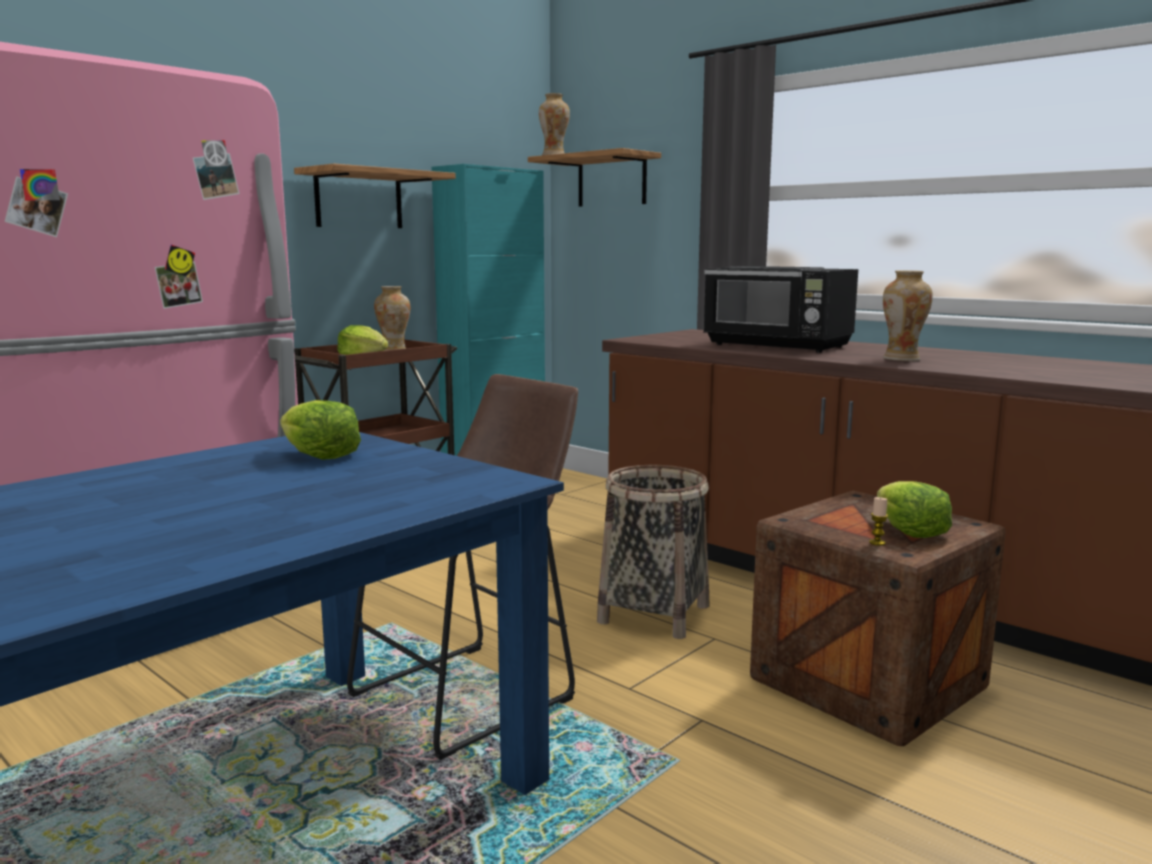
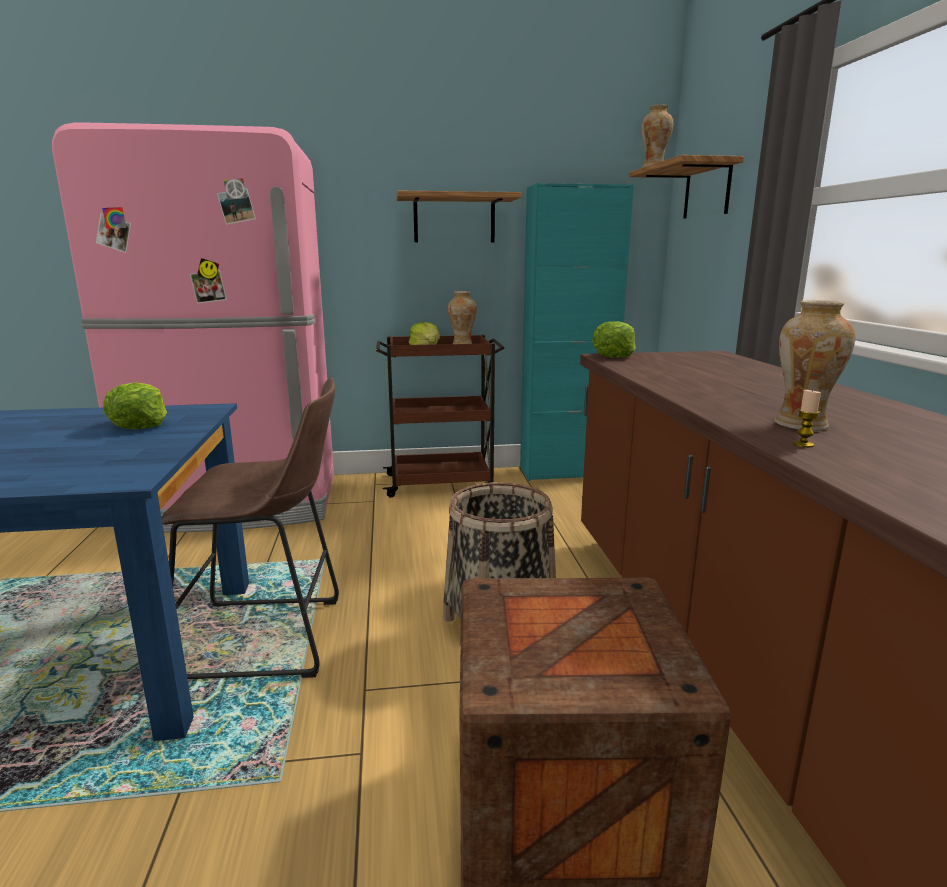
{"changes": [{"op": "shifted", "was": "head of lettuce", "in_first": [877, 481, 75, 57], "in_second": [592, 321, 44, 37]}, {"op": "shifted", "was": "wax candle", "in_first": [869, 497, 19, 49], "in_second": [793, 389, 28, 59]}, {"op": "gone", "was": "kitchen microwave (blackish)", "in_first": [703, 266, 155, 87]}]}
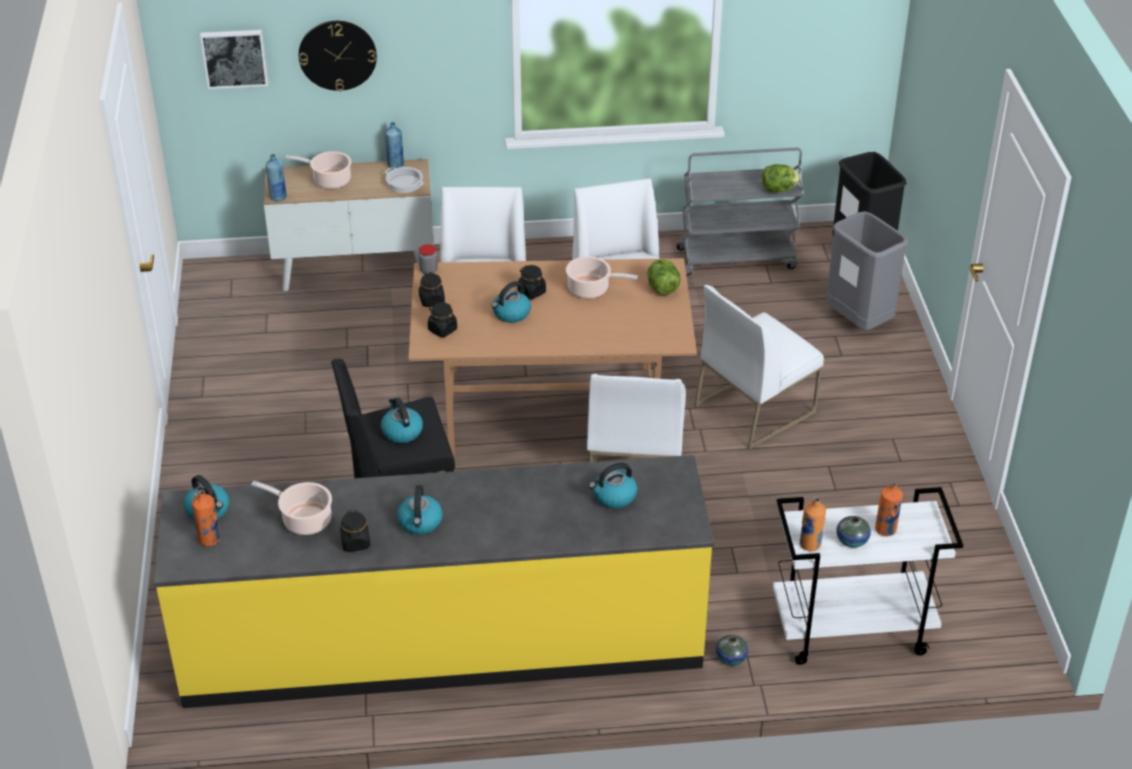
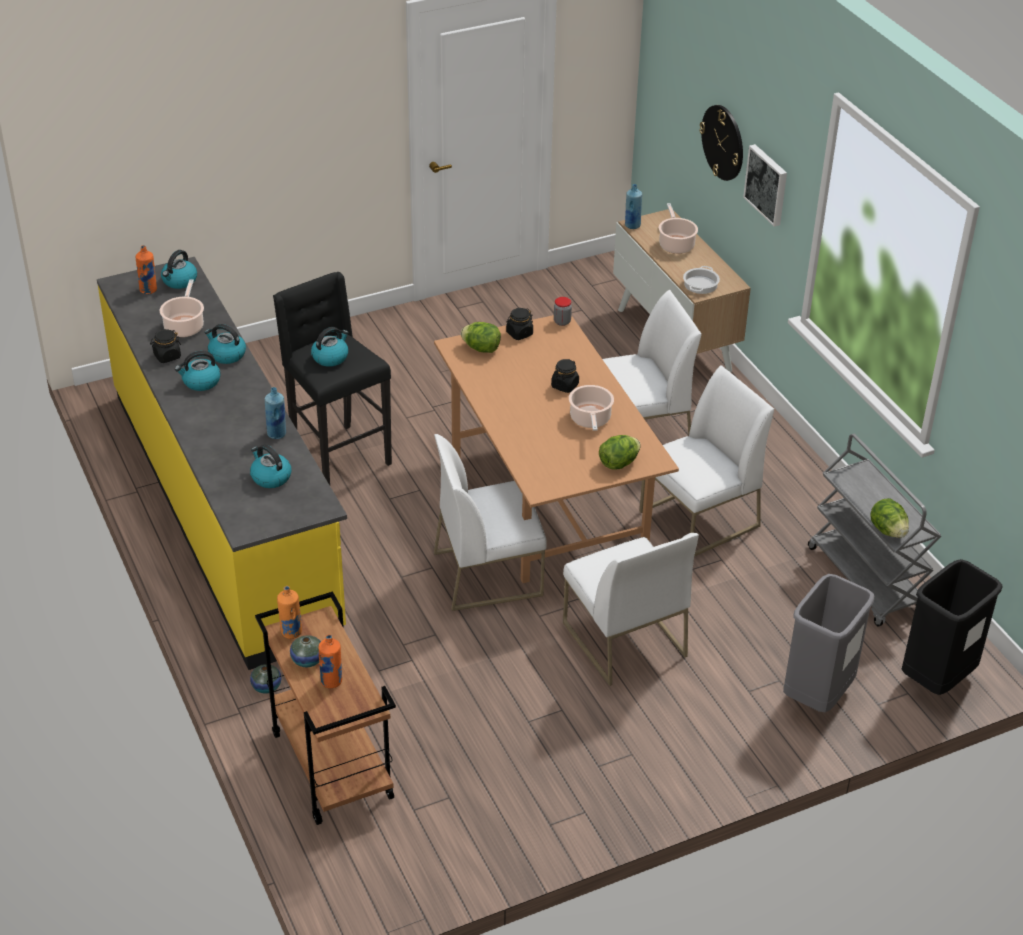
{"changes": [{"op": "shifted", "was": "tea kettle", "in_first": [492, 281, 39, 42], "in_second": [205, 324, 41, 40]}, {"op": "repainted", "was": "cart (white-coloured)", "now": "cart (brownish)", "in_first": [773, 487, 190, 178], "in_second": [255, 592, 141, 233]}, {"op": "shifted", "was": "beverage bottle (blue-coloured)", "in_first": [385, 122, 19, 47], "in_second": [265, 387, 21, 52]}, {"op": "swapped", "was": "storage jar (blackish)", "now": "head of lettuce", "in_first": [428, 302, 29, 35], "in_second": [461, 322, 40, 31]}, {"op": "rotated", "was": "upright chair (white-coloured)", "in_first": [694, 285, 130, 165], "in_second": [563, 533, 136, 153], "clockwise": -150}, {"op": "shifted", "was": "picture", "in_first": [200, 30, 68, 59], "in_second": [743, 144, 44, 83]}]}
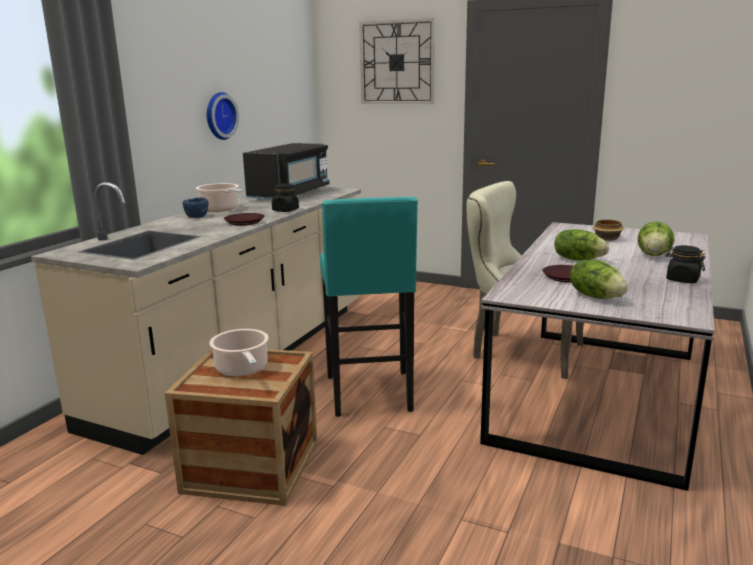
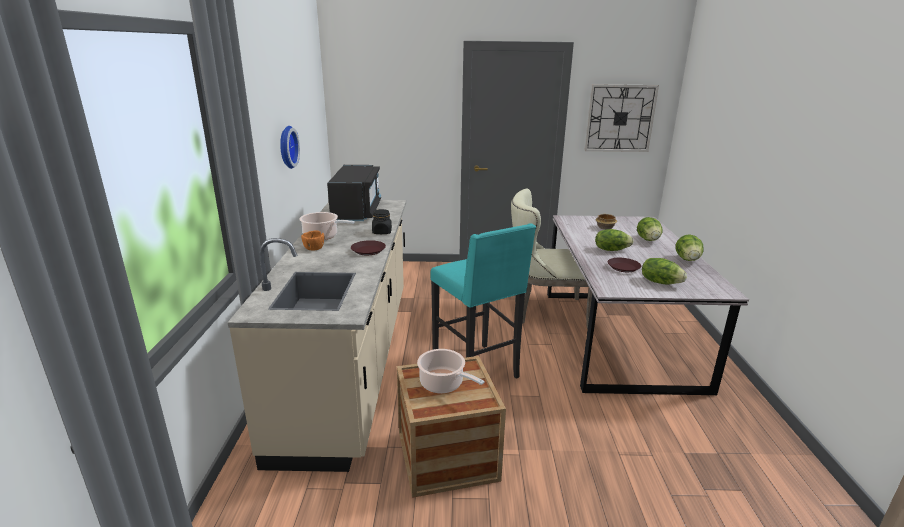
{"changes": [{"op": "repainted", "was": "serving bowl (blue-coloured)", "now": "serving bowl (orange)", "in_first": [183, 197, 26, 21], "in_second": [301, 231, 23, 19]}, {"op": "shifted", "was": "clock on the wall", "in_first": [359, 18, 76, 86], "in_second": [584, 84, 75, 68]}, {"op": "swapped", "was": "storage jar (blackish)", "now": "head of lettuce", "in_first": [665, 245, 40, 38], "in_second": [675, 234, 28, 27]}]}
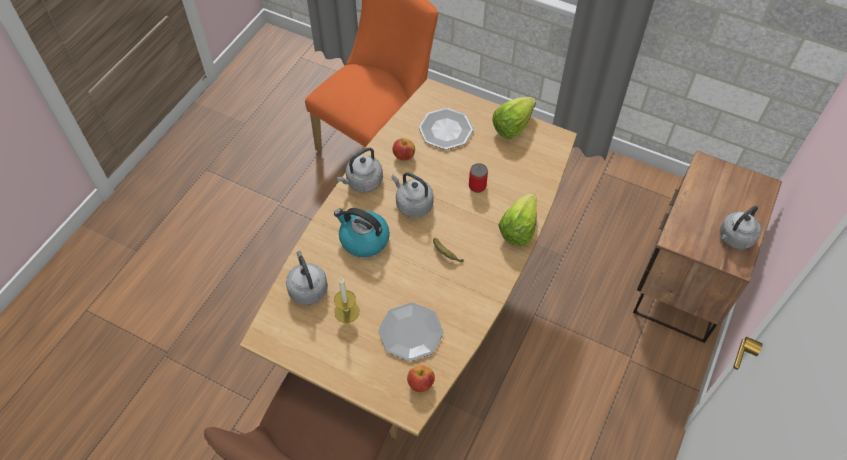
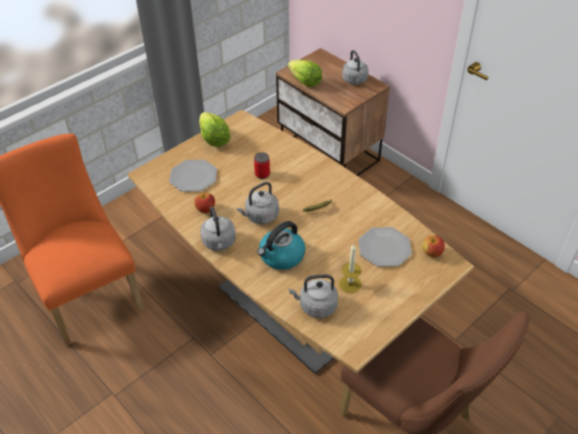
{"changes": [{"op": "shifted", "was": "head of lettuce", "in_first": [498, 193, 39, 53], "in_second": [288, 60, 34, 27]}]}
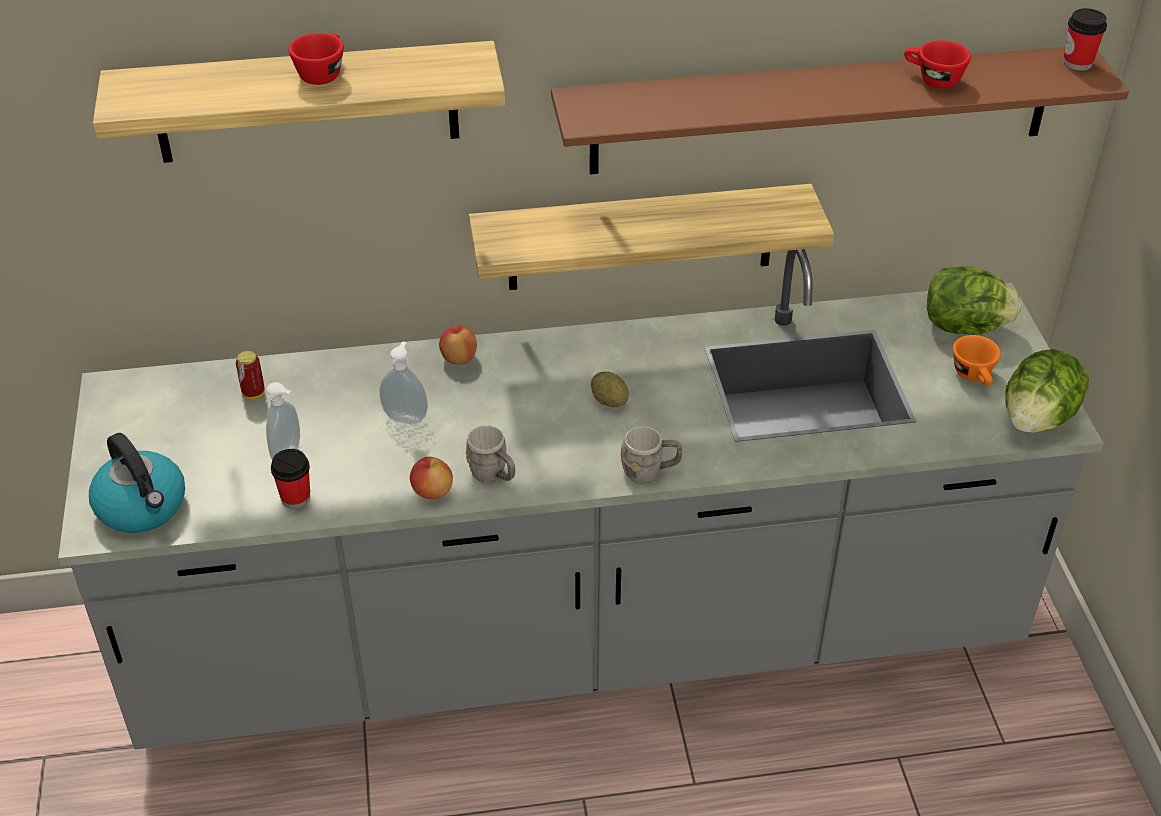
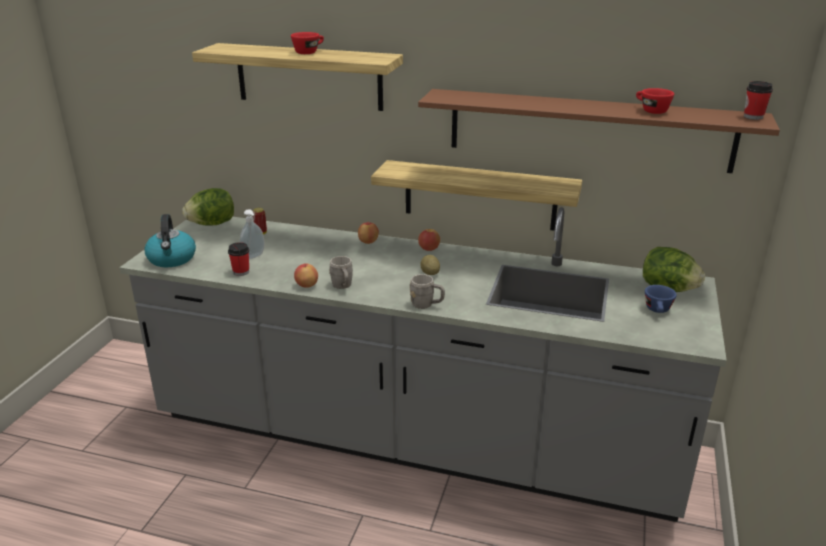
{"changes": [{"op": "shifted", "was": "head of lettuce", "in_first": [1006, 349, 83, 84], "in_second": [182, 188, 52, 38]}, {"op": "new", "now": "apple", "in_second": [418, 229, 22, 22]}, {"op": "repainted", "was": "drinking cup (orange)", "now": "drinking cup (blue-coloured)", "in_first": [953, 335, 48, 50], "in_second": [645, 285, 32, 28]}, {"op": "gone", "was": "soap dispenser", "in_first": [379, 342, 49, 82]}]}
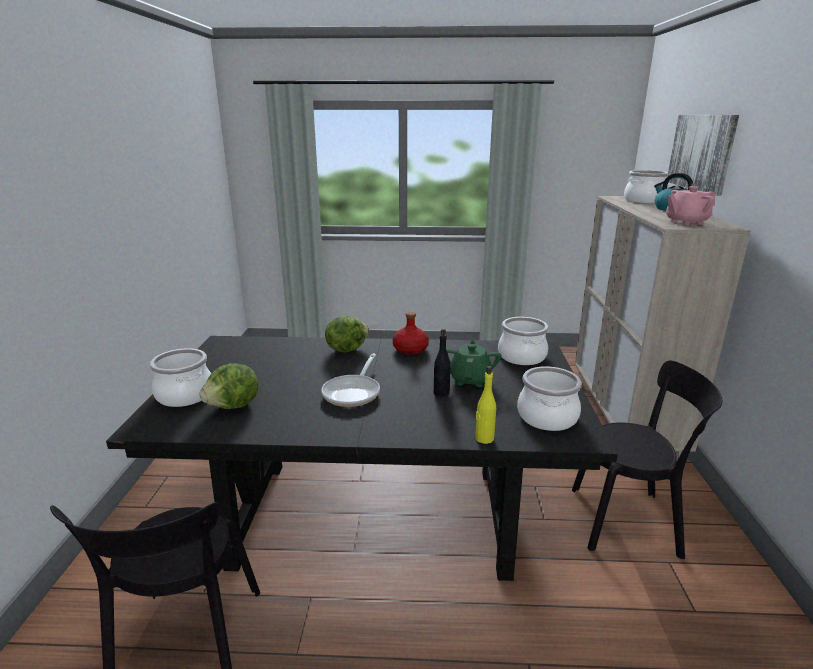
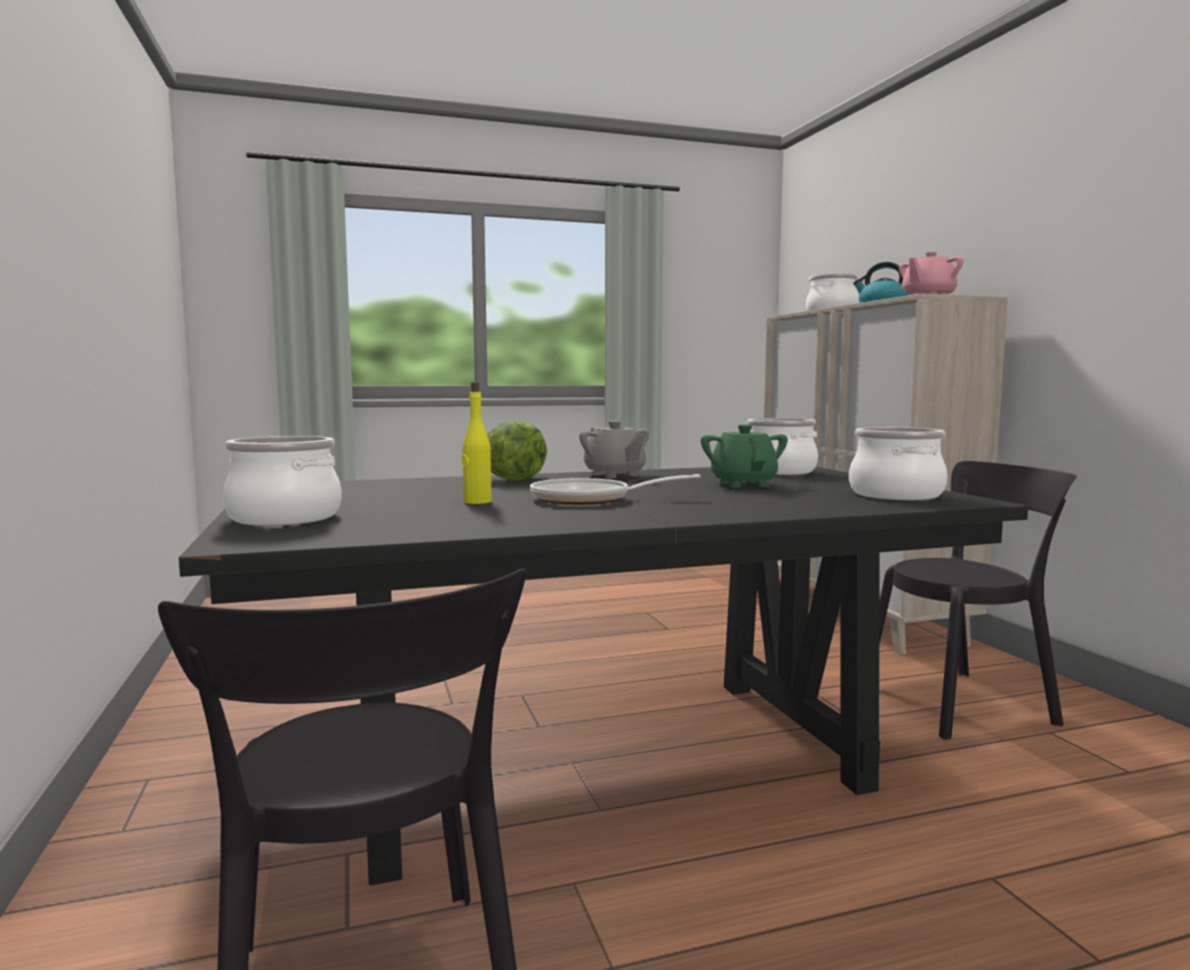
{"changes": [{"op": "shifted", "was": "beverage bottle (yellow)", "in_first": [475, 366, 21, 78], "in_second": [462, 382, 30, 122]}, {"op": "rotated", "was": "pan", "in_first": [321, 353, 59, 54], "in_second": [530, 474, 171, 31], "clockwise": 90}, {"op": "swapped", "was": "beverage bottle (red-coloured)", "now": "tea pot (greyish)", "in_first": [393, 312, 36, 43], "in_second": [579, 420, 70, 58]}, {"op": "gone", "was": "head of lettuce", "in_first": [200, 363, 59, 46]}, {"op": "gone", "was": "beverage bottle (blackish)", "in_first": [434, 329, 16, 68]}, {"op": "gone", "was": "picture", "in_first": [667, 115, 72, 80]}]}
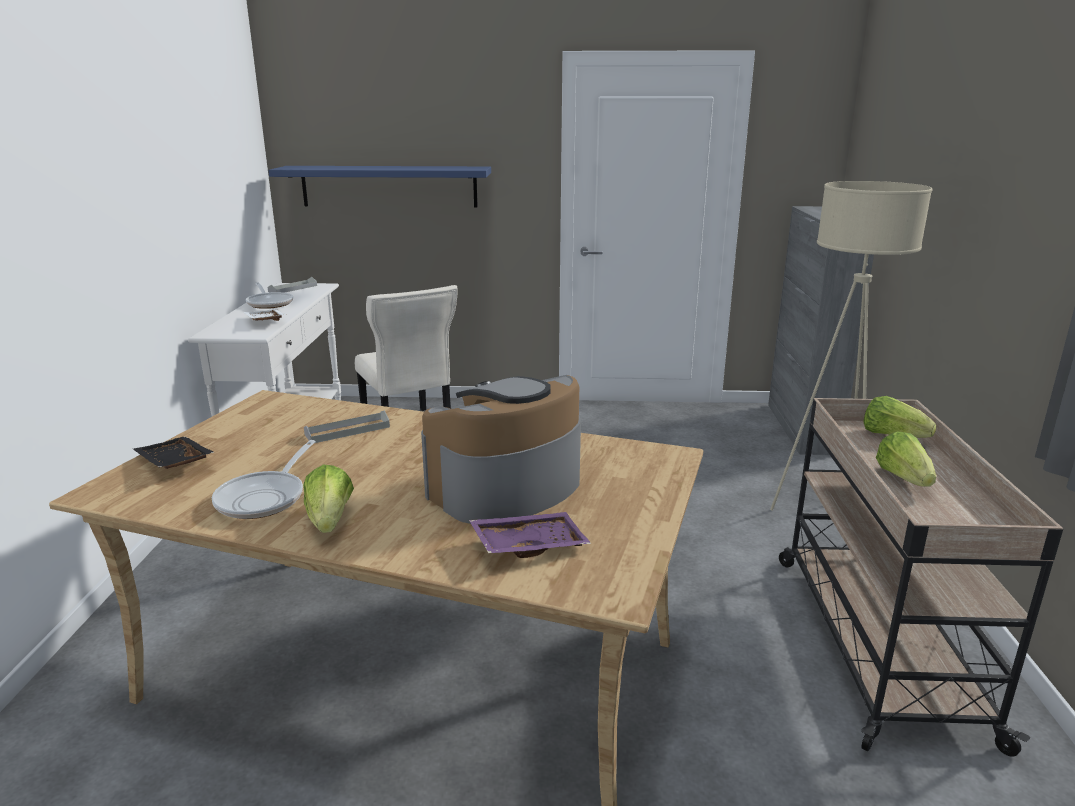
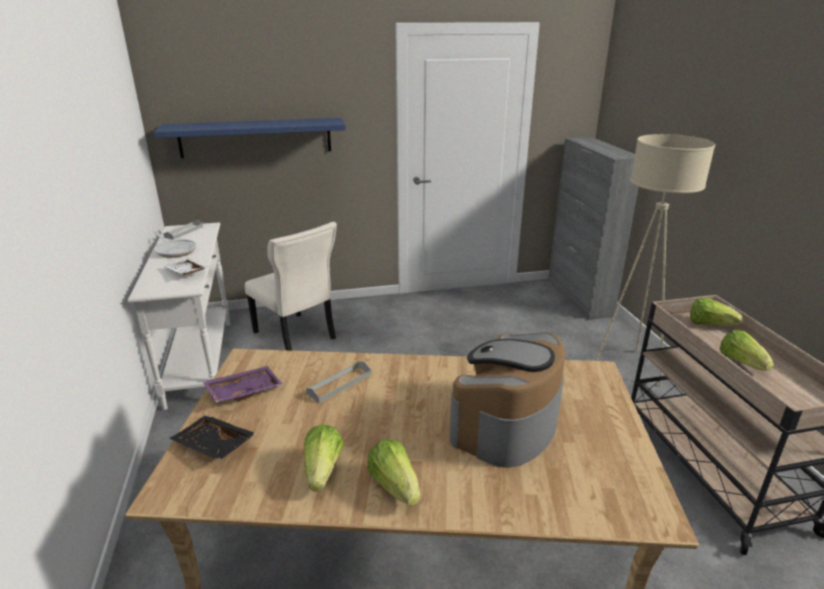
{"changes": [{"op": "shifted", "was": "carrying tray (purple-coloured)", "in_first": [469, 512, 122, 46], "in_second": [203, 366, 80, 36]}, {"op": "swapped", "was": "pan", "now": "head of lettuce", "in_first": [212, 440, 104, 79], "in_second": [304, 424, 40, 68]}]}
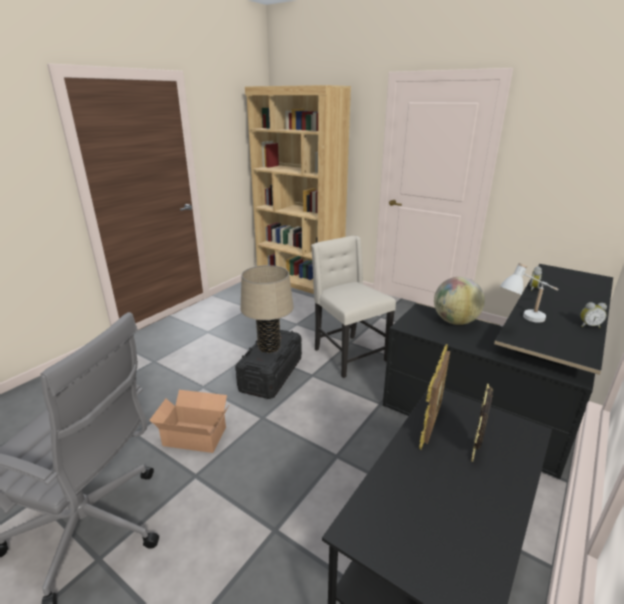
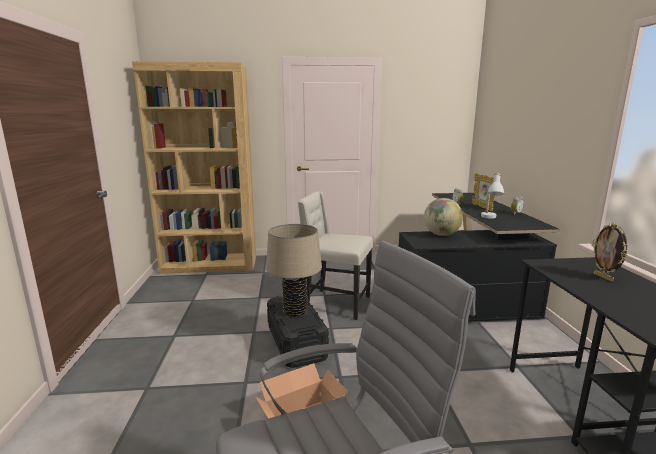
{"changes": [{"op": "shifted", "was": "picture frame", "in_first": [419, 344, 31, 105], "in_second": [472, 173, 23, 38]}]}
